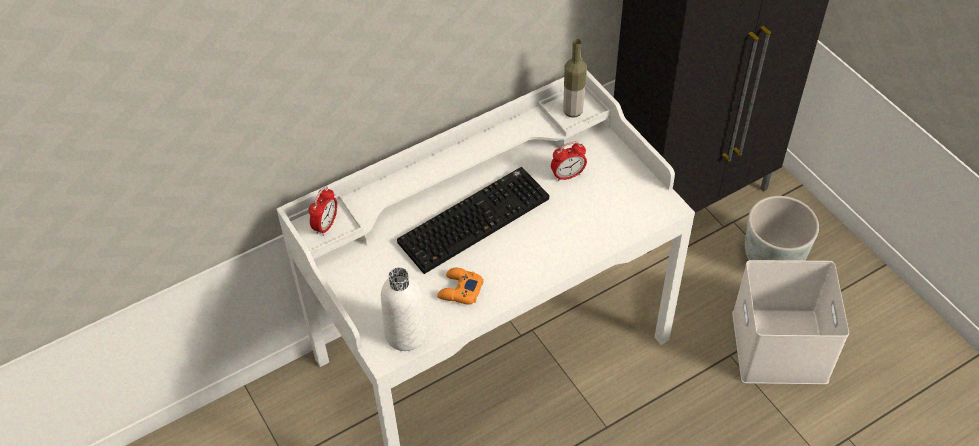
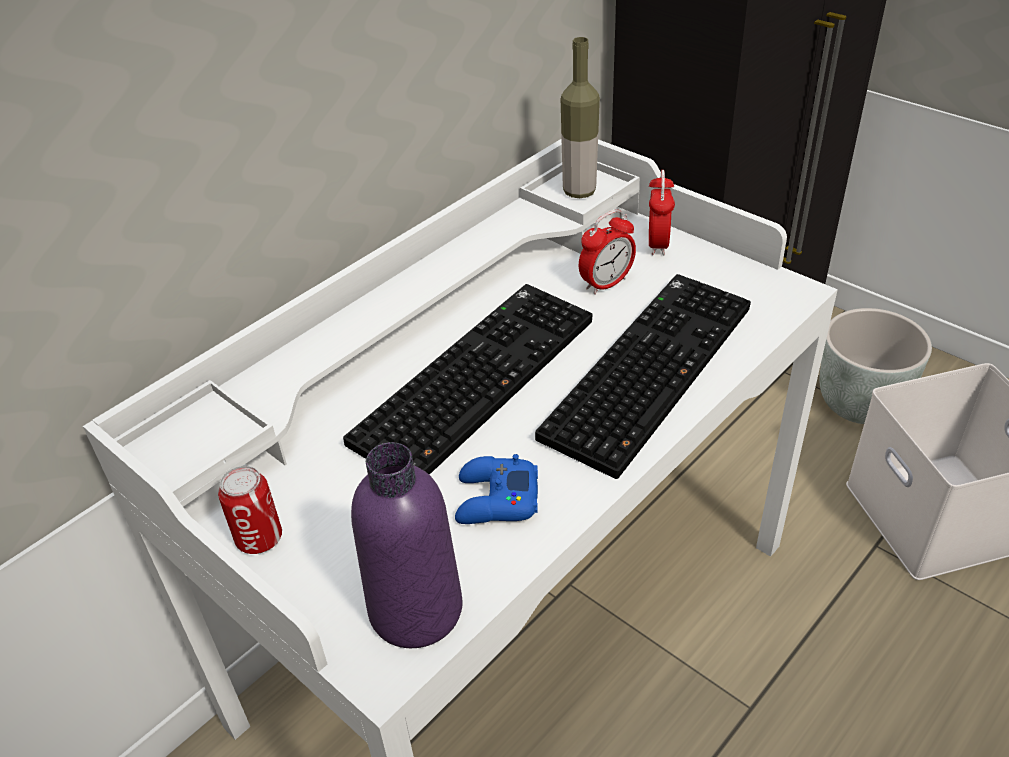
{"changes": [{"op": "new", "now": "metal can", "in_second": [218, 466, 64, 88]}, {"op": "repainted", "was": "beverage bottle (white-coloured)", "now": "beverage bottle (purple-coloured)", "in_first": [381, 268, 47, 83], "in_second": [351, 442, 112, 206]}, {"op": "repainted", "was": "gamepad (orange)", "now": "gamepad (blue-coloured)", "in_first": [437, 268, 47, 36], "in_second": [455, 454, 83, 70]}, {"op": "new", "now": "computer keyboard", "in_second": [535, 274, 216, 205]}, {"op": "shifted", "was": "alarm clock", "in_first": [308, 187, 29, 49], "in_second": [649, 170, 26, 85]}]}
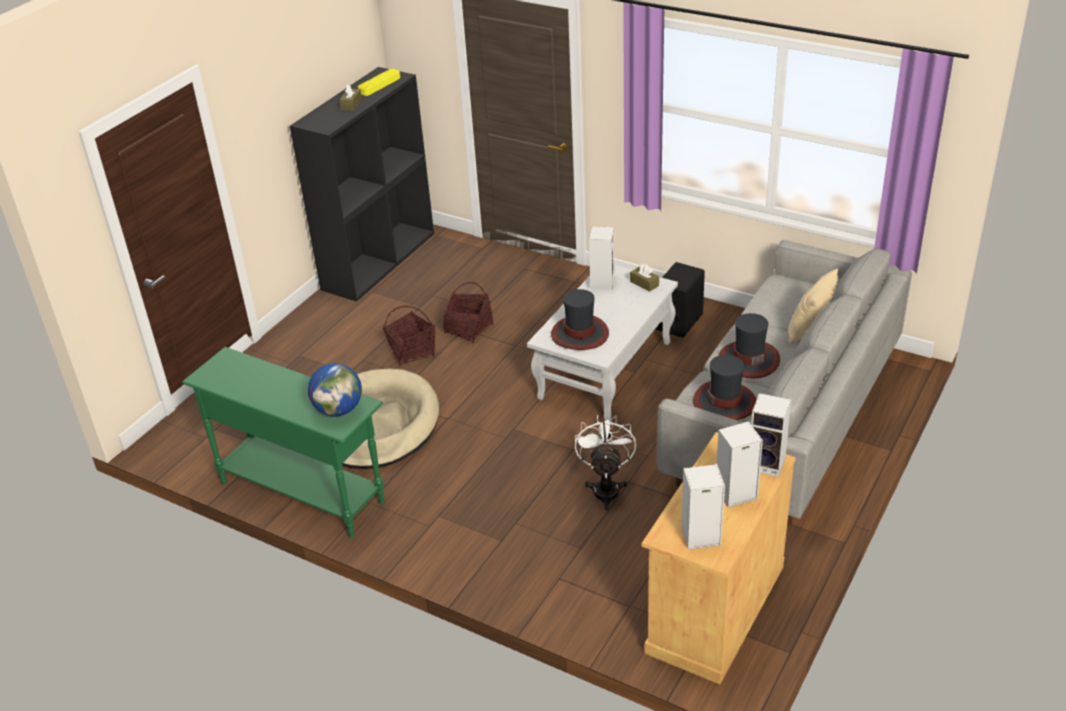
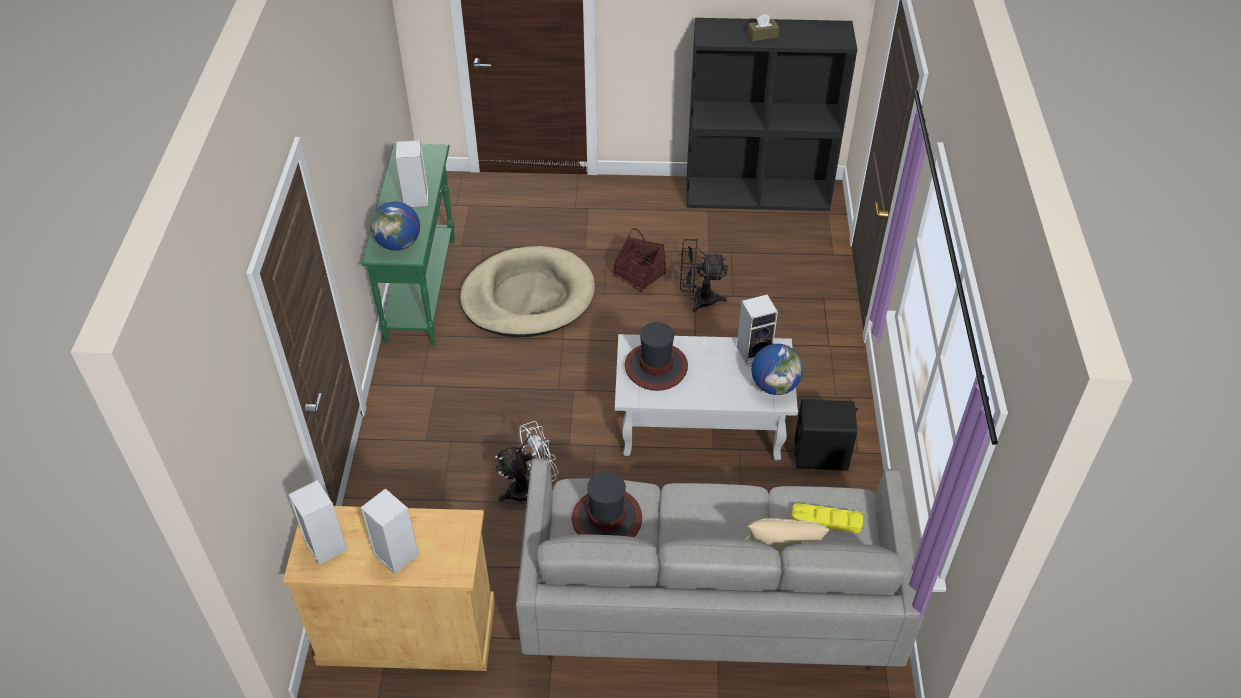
{"changes": [{"op": "shifted", "was": "audio speaker", "in_first": [751, 393, 40, 84], "in_second": [396, 140, 32, 67]}, {"op": "swapped", "was": "household basket", "now": "electric fan (blackish)", "in_first": [443, 282, 50, 60], "in_second": [680, 239, 48, 73]}, {"op": "swapped", "was": "box of tissues (brownish)", "now": "desk globe", "in_first": [630, 264, 29, 28], "in_second": [751, 344, 52, 51]}, {"op": "shifted", "was": "carrying tray (yellow)", "in_first": [358, 69, 42, 27], "in_second": [791, 503, 72, 30]}, {"op": "gone", "was": "hat", "in_first": [719, 313, 61, 66]}]}
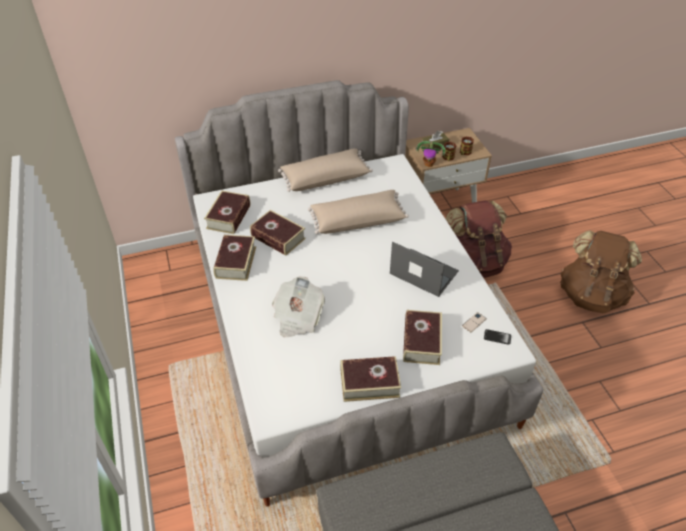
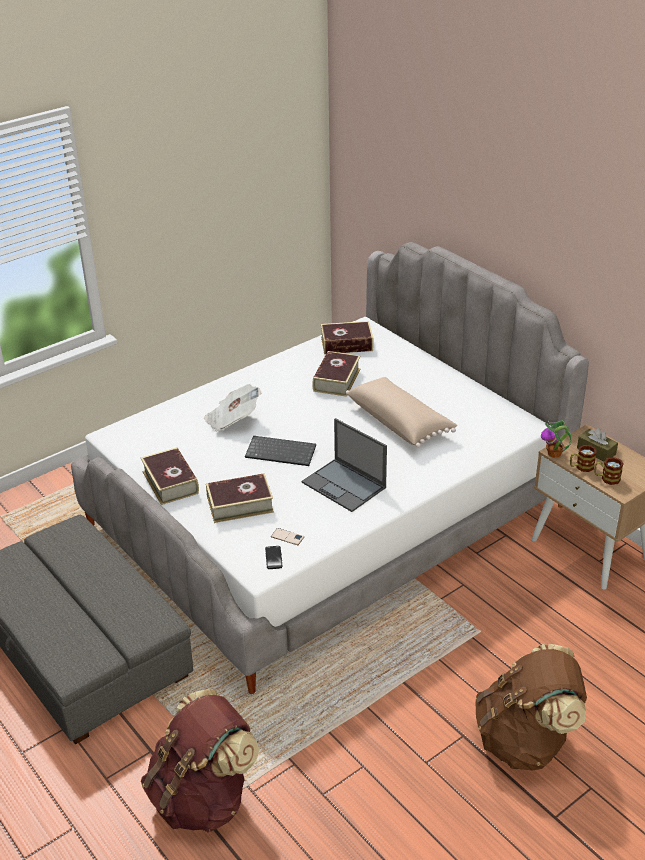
{"changes": [{"op": "shifted", "was": "knapsack (brownish)", "in_first": [446, 200, 66, 78], "in_second": [141, 689, 118, 144]}, {"op": "new", "now": "computer keyboard", "in_second": [245, 436, 71, 30]}, {"op": "rotated", "was": "portable computer", "in_first": [390, 242, 69, 55], "in_second": [302, 418, 85, 94], "clockwise": 120}, {"op": "gone", "was": "bound book", "in_first": [213, 235, 43, 46]}, {"op": "gone", "was": "cushion (beige)", "in_first": [278, 148, 95, 44]}]}
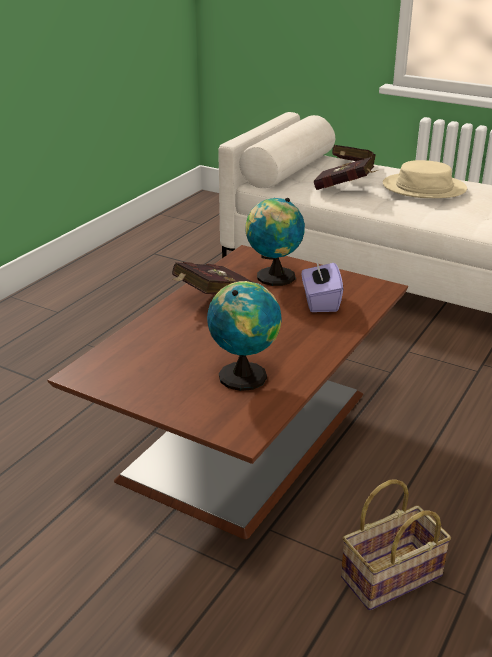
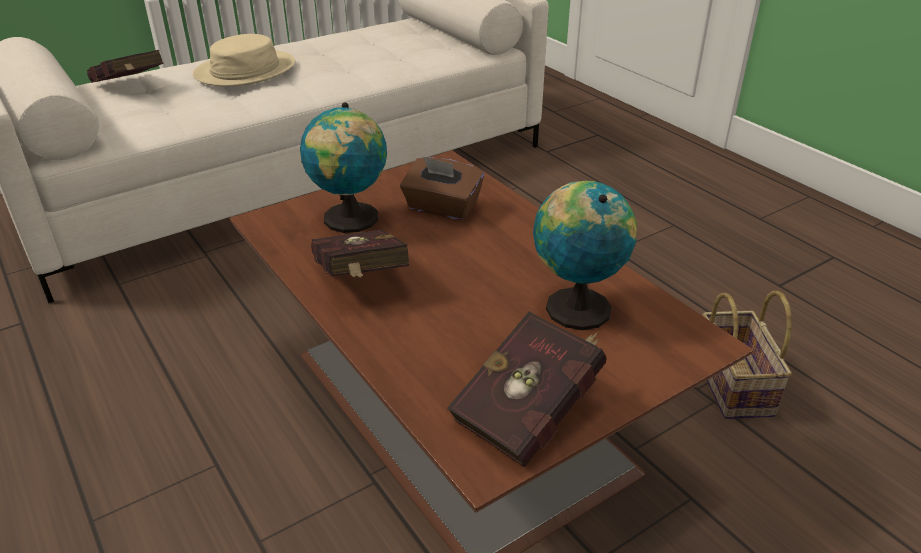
{"changes": [{"op": "repainted", "was": "box of tissues (purple-coloured)", "now": "box of tissues (brownish)", "in_first": [302, 258, 41, 54], "in_second": [400, 156, 84, 64]}, {"op": "shifted", "was": "bound book (red-coloured)", "in_first": [314, 157, 64, 33], "in_second": [447, 312, 160, 155]}]}
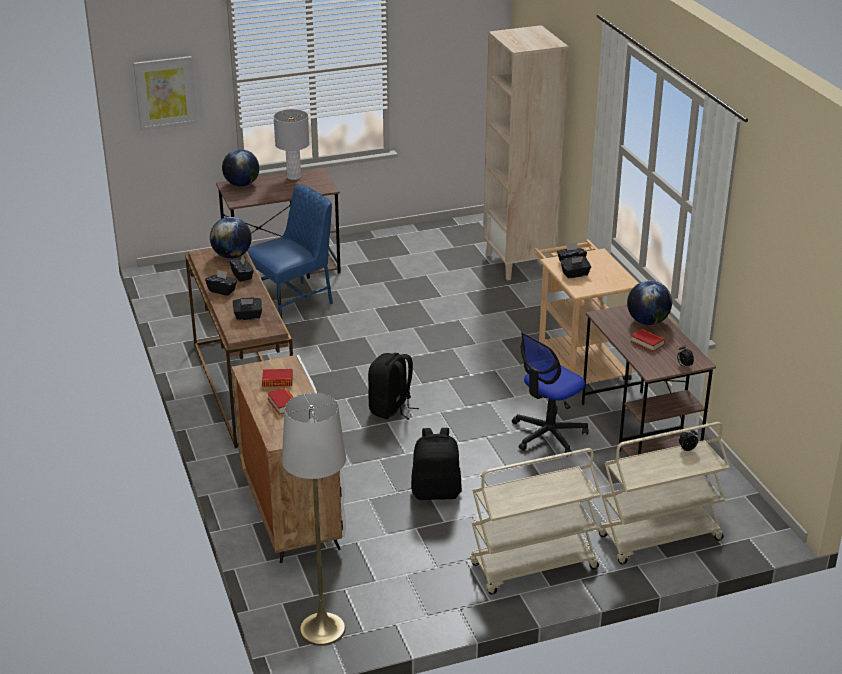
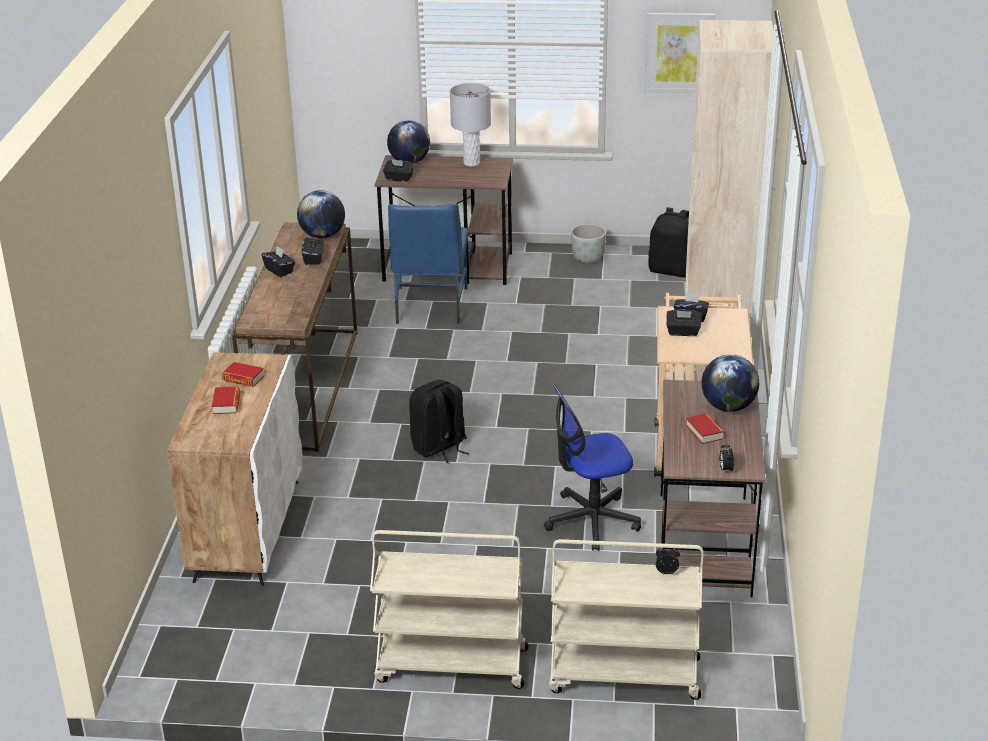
{"changes": [{"op": "shifted", "was": "box of tissues (blackish)", "in_first": [233, 297, 29, 23], "in_second": [383, 159, 31, 23]}, {"op": "rotated", "was": "upright chair (blue-coloured)", "in_first": [247, 185, 86, 133], "in_second": [388, 204, 80, 120], "clockwise": 105}, {"op": "new", "now": "planter (greyish)", "in_second": [571, 224, 35, 40]}, {"op": "shifted", "was": "picture", "in_first": [133, 56, 65, 75], "in_second": [644, 13, 71, 80]}, {"op": "shifted", "was": "knapsack (blackish)", "in_first": [411, 428, 51, 72], "in_second": [648, 207, 41, 70]}, {"op": "gone", "was": "standing lamp (greyish)", "in_first": [282, 393, 64, 253]}]}
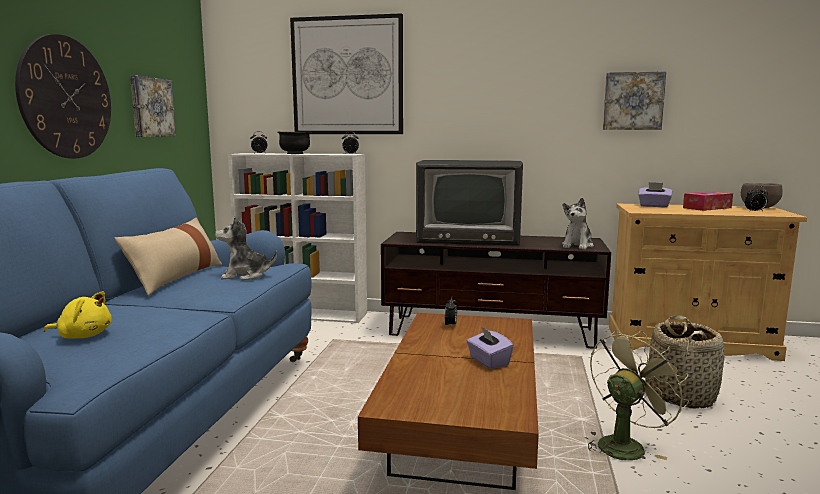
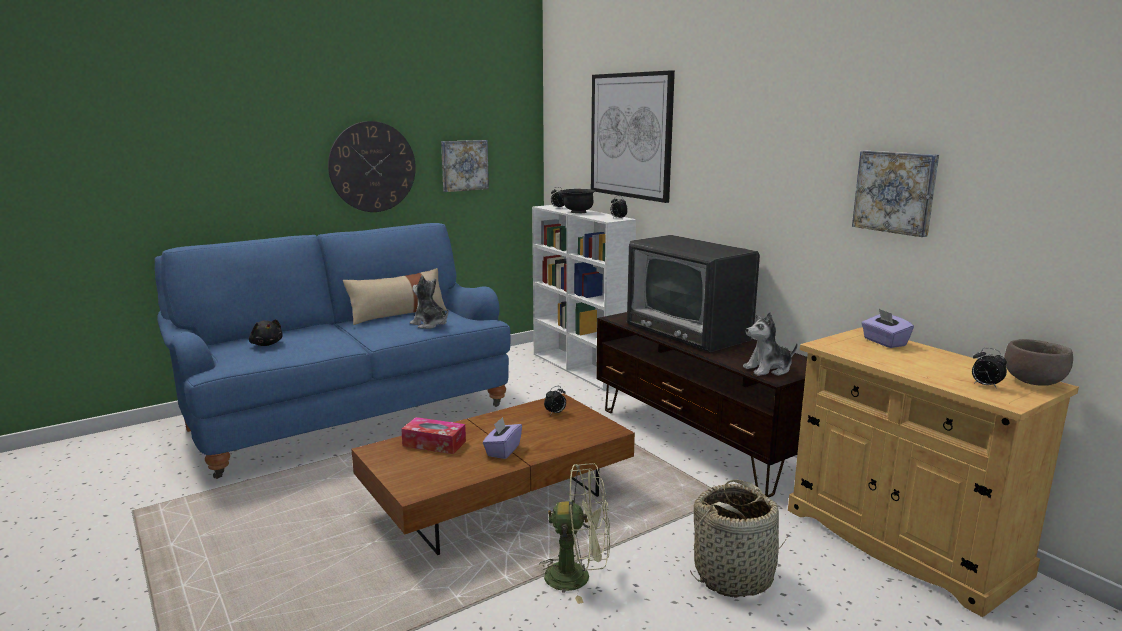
{"changes": [{"op": "repainted", "was": "cuddly toy (yellow)", "now": "cuddly toy (blackish)", "in_first": [44, 291, 68, 48], "in_second": [249, 319, 34, 27]}, {"op": "shifted", "was": "box of tissues", "in_first": [683, 191, 50, 20], "in_second": [401, 417, 65, 37]}]}
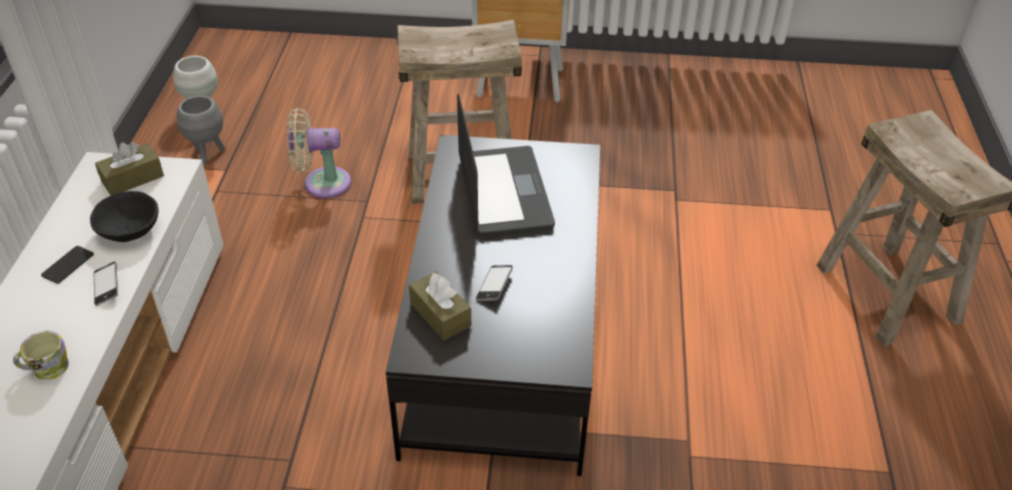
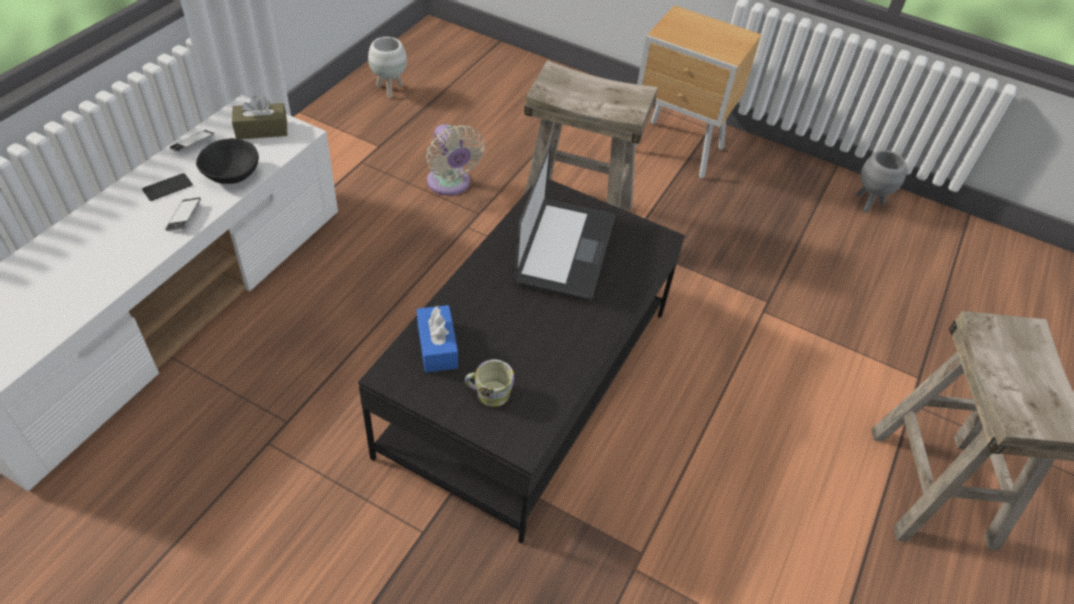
{"changes": [{"op": "shifted", "was": "handset", "in_first": [476, 265, 37, 35], "in_second": [170, 130, 45, 22]}, {"op": "repainted", "was": "box of tissues (brownish)", "now": "box of tissues (blue-coloured)", "in_first": [409, 271, 62, 69], "in_second": [417, 305, 41, 68]}, {"op": "rotated", "was": "electric fan (beige)", "in_first": [287, 108, 64, 91], "in_second": [426, 124, 59, 72], "clockwise": -135}, {"op": "shifted", "was": "tea mug", "in_first": [13, 330, 56, 50], "in_second": [465, 359, 49, 48]}, {"op": "shifted", "was": "planter (greyish)", "in_first": [177, 96, 49, 69], "in_second": [856, 150, 51, 63]}]}
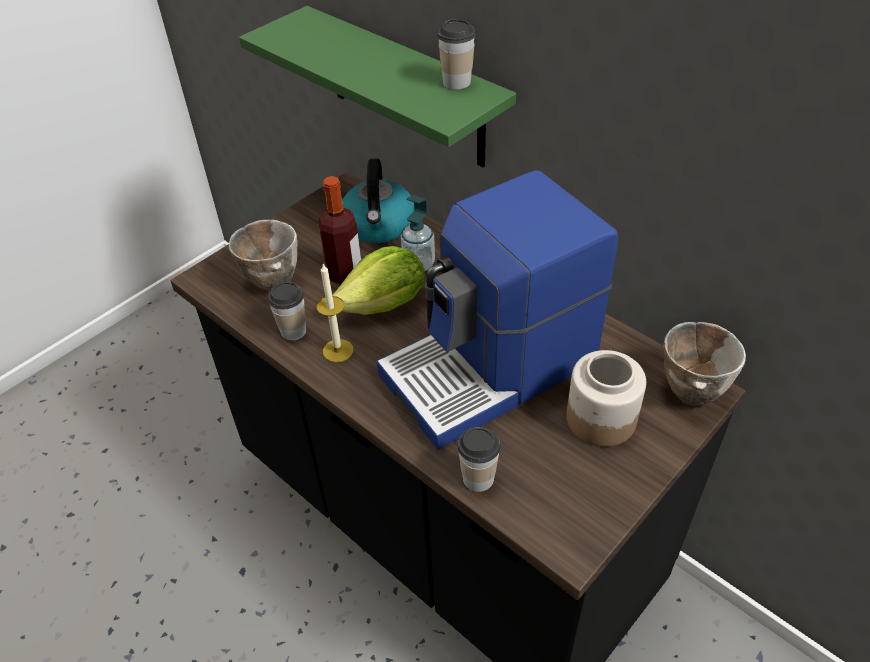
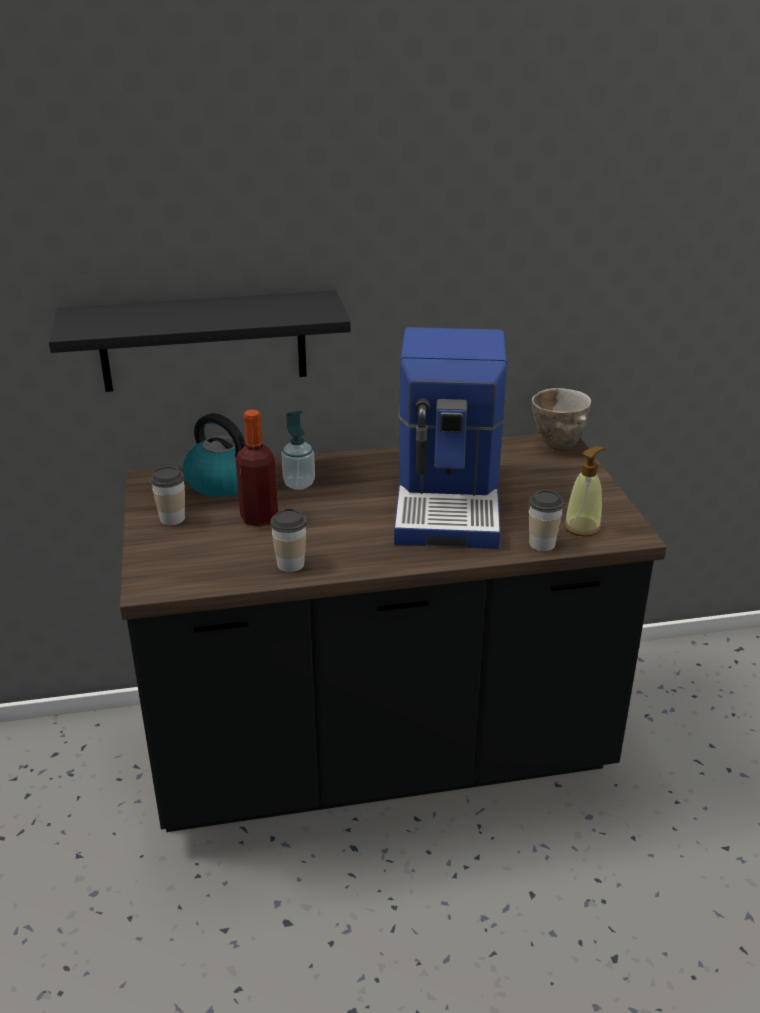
{"changes": [{"op": "repainted", "was": "bracket shelf (green-coloured)", "now": "bracket shelf (blackish)", "in_first": [239, 6, 277, 161], "in_second": [49, 290, 302, 102]}, {"op": "shifted", "was": "drinking cup", "in_first": [437, 19, 38, 71], "in_second": [151, 467, 34, 59]}, {"op": "new", "now": "soap dispenser", "in_second": [564, 446, 42, 91]}, {"op": "gone", "was": "serving bowl", "in_first": [229, 220, 68, 72]}, {"op": "gone", "was": "wax candle", "in_first": [317, 264, 37, 98]}, {"op": "gone", "was": "head of lettuce", "in_first": [332, 246, 93, 69]}, {"op": "gone", "was": "storage jar", "in_first": [566, 350, 80, 97]}]}
